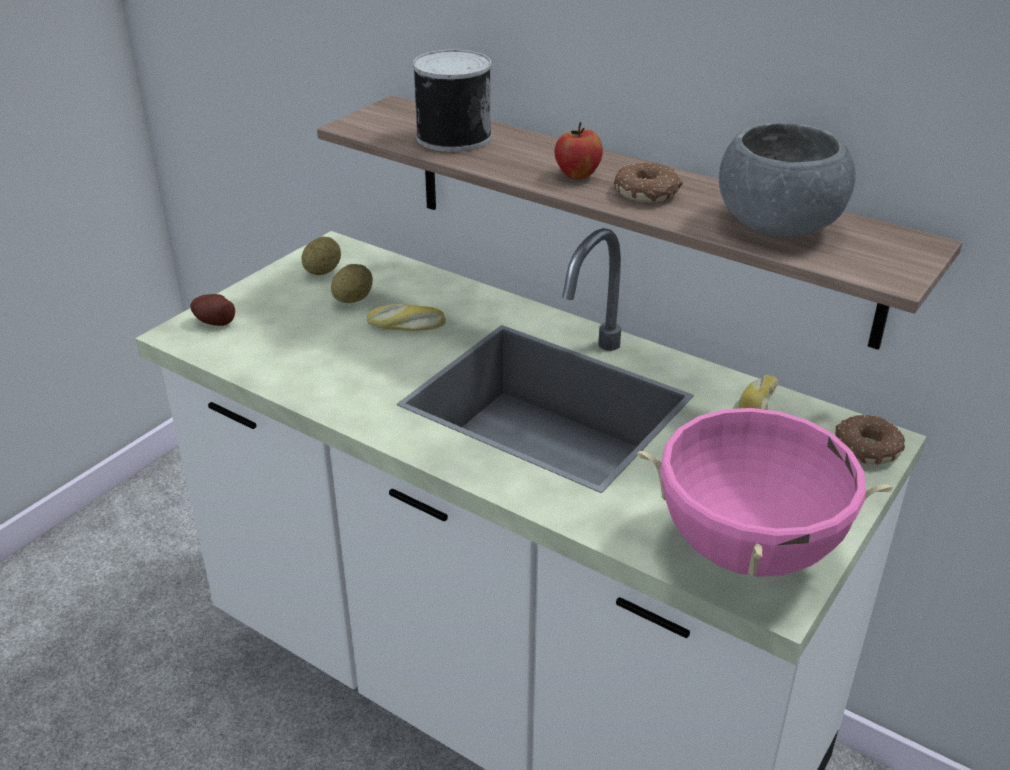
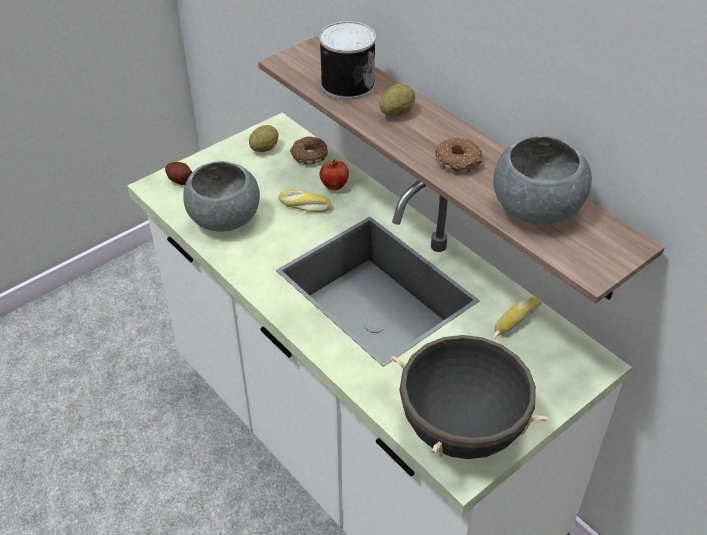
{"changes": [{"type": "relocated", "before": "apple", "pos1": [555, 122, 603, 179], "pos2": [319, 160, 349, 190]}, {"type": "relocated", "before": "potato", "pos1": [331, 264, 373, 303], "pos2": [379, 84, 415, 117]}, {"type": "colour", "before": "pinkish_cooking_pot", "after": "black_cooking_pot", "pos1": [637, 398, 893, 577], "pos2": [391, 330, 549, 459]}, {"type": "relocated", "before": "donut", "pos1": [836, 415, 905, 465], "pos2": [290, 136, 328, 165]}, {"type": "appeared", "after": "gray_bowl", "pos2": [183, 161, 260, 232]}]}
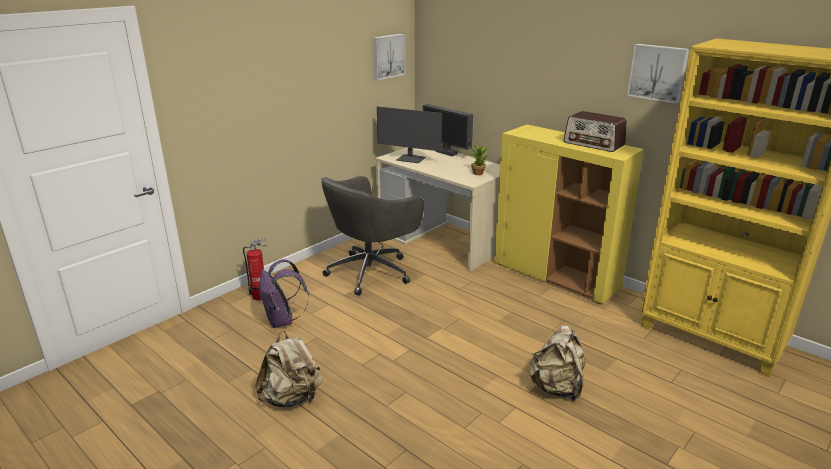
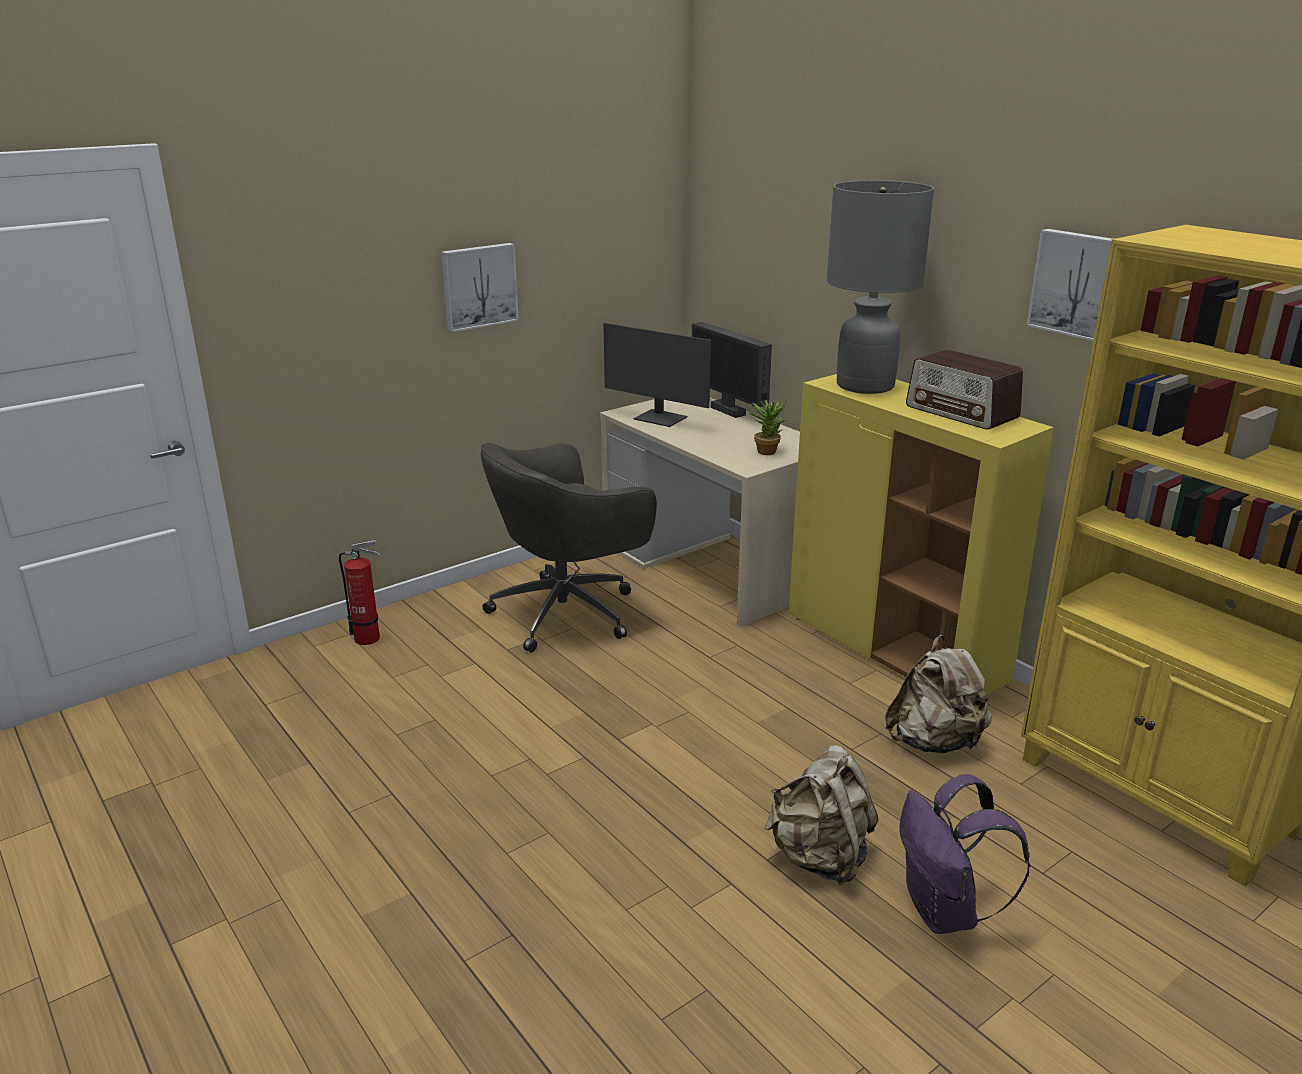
{"changes": [{"type": "relocated", "before": "wall_picture", "pos1": [373, 34, 405, 80], "pos2": [441, 243, 519, 332]}, {"type": "relocated", "before": "purple_backpack", "pos1": [259, 259, 309, 328], "pos2": [899, 774, 1030, 934]}, {"type": "relocated", "before": "beige-coloured_backpack", "pos1": [255, 331, 323, 407], "pos2": [885, 635, 992, 753]}, {"type": "appeared", "after": "gray_table_lamp", "pos2": [827, 180, 934, 394]}]}
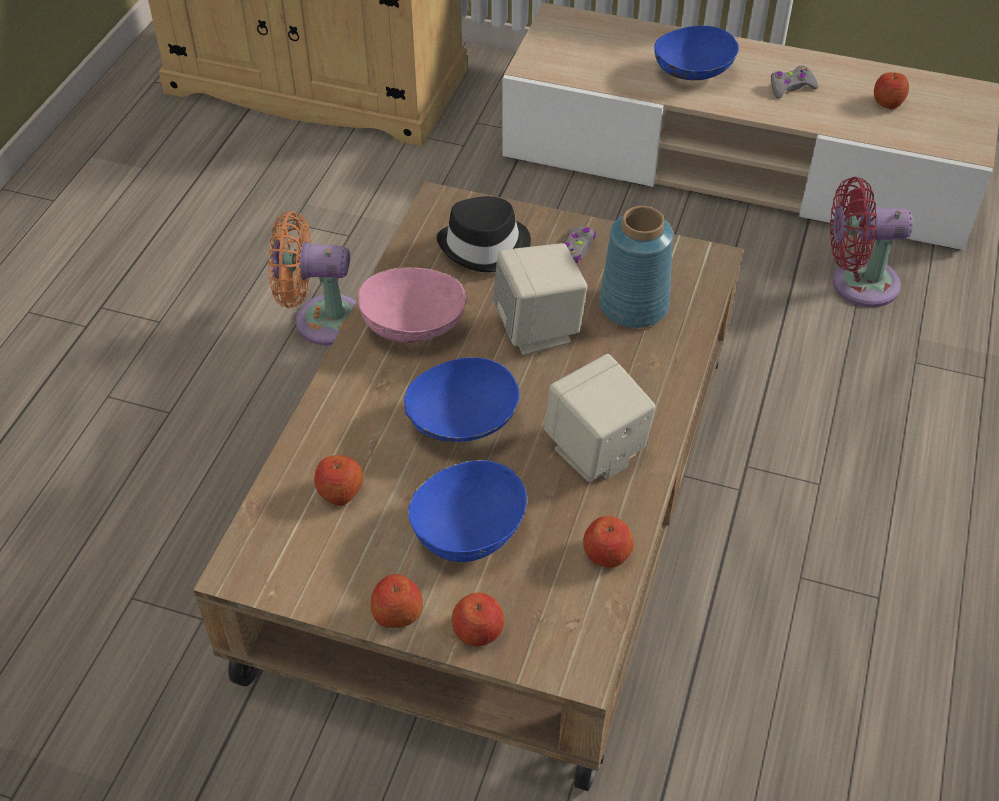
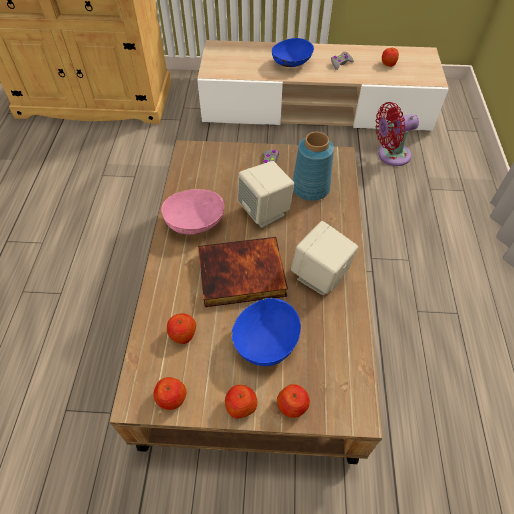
{"changes": [{"type": "missing", "before": "black_clothing_hat", "pos1": [437, 196, 531, 272]}, {"type": "missing", "before": "orange-coloured_electric_fan", "pos1": [269, 211, 356, 346]}, {"type": "exchanged", "before": "blue-coloured_bowl", "after": "volume", "pos1": [404, 358, 520, 442], "pos2": [198, 237, 288, 307]}, {"type": "relocated", "before": "apple", "pos1": [583, 516, 634, 568], "pos2": [153, 377, 187, 410]}]}
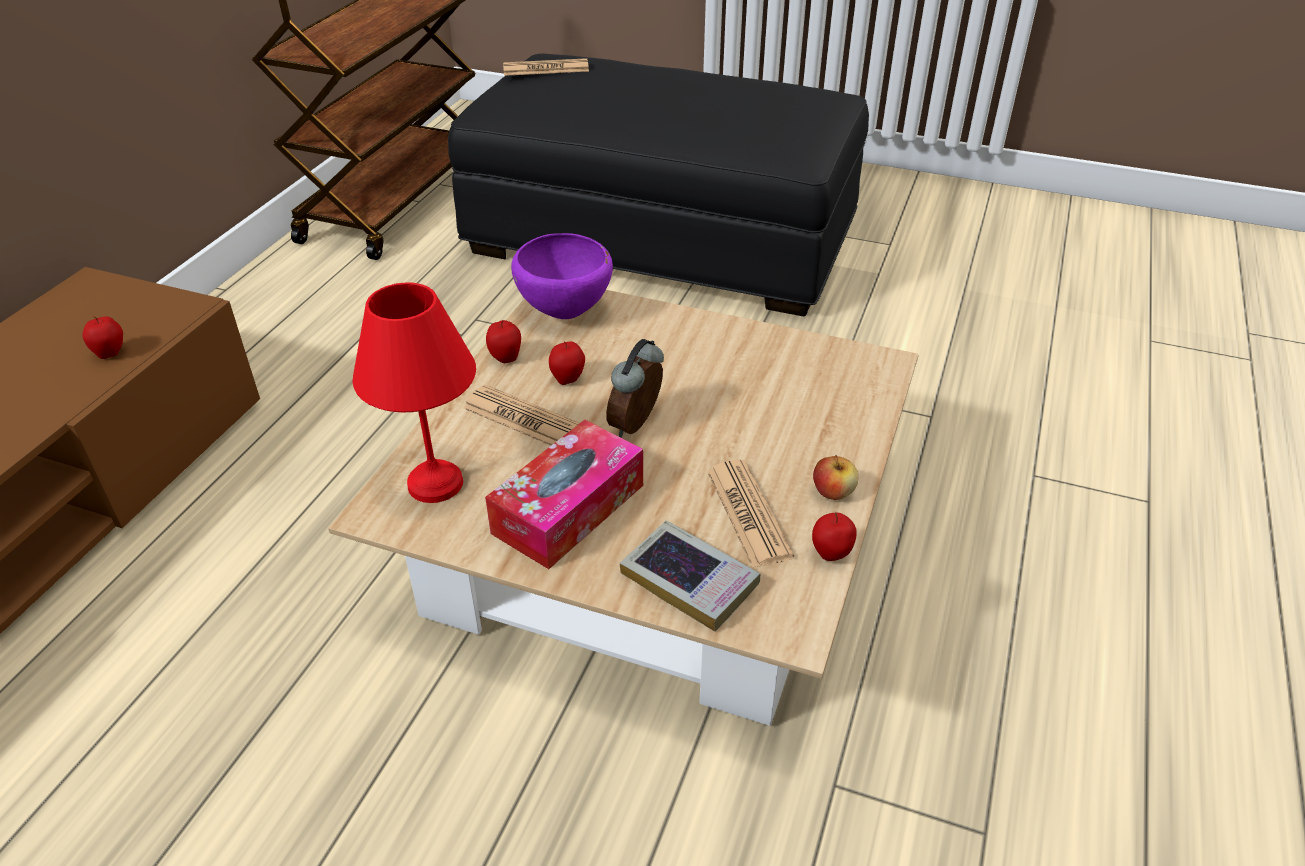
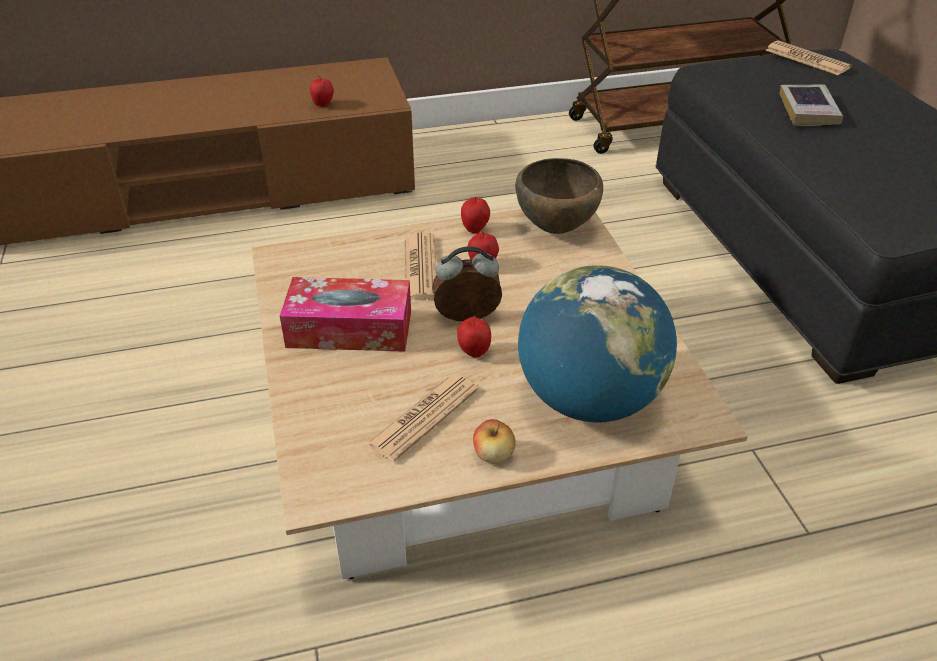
{"changes": [{"type": "colour", "before": "purple_bowl", "after": "brown-coloured_bowl", "pos1": [511, 233, 613, 319], "pos2": [515, 158, 603, 234]}, {"type": "missing", "before": "reddish_table_lamp", "pos1": [353, 283, 476, 503]}, {"type": "relocated", "before": "apple", "pos1": [812, 512, 857, 561], "pos2": [457, 316, 491, 357]}, {"type": "relocated", "before": "volume", "pos1": [620, 520, 760, 632], "pos2": [779, 84, 843, 126]}, {"type": "appeared", "after": "world_globe", "pos2": [518, 265, 677, 423]}]}
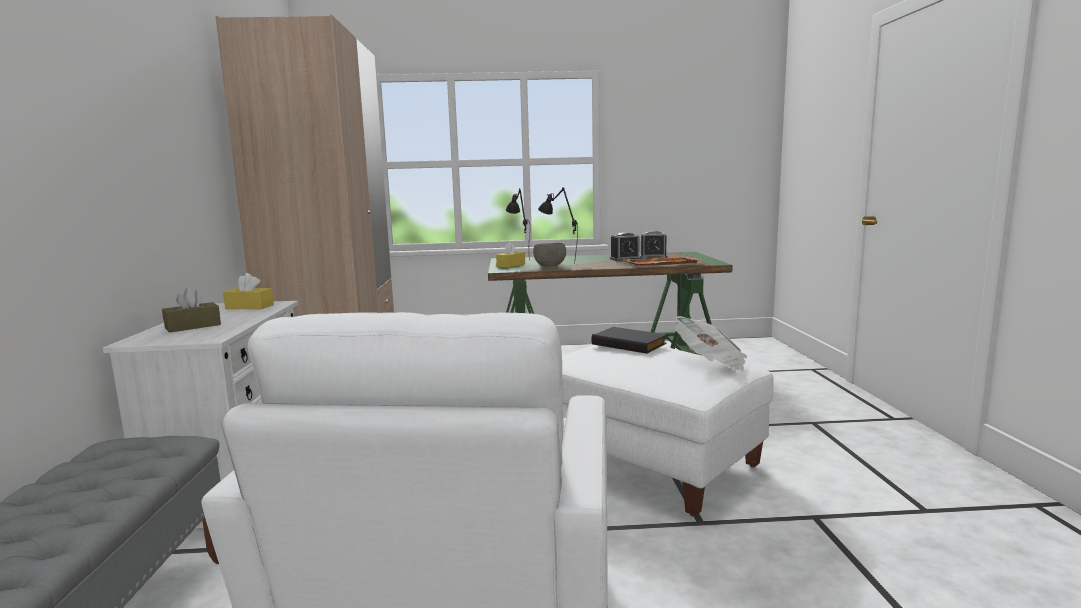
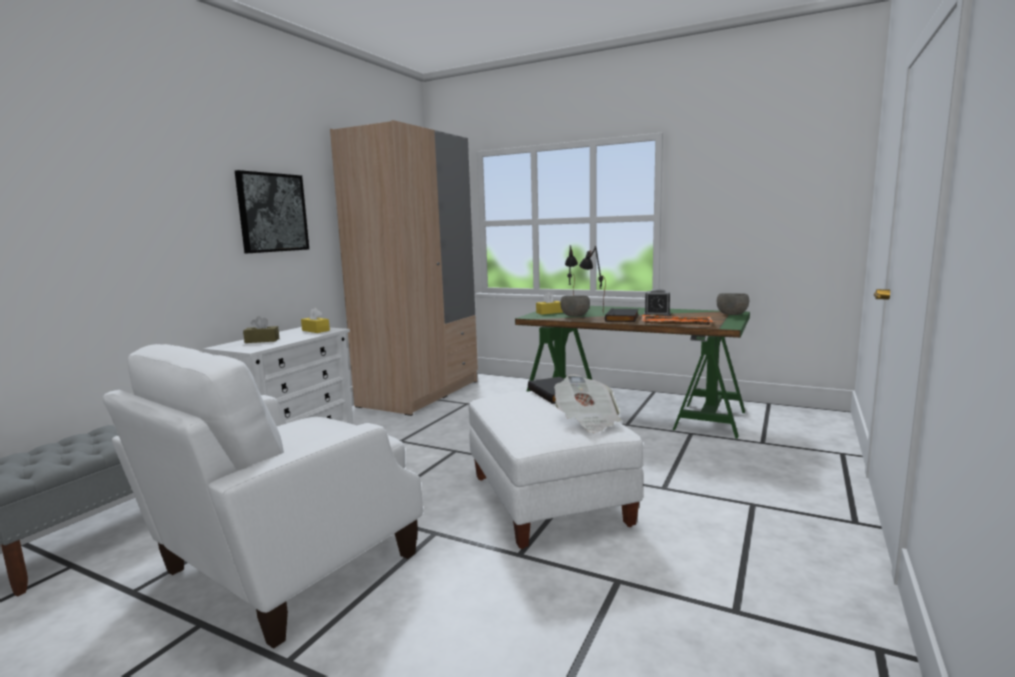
{"changes": [{"type": "missing", "before": "table_clock", "pos1": [640, 231, 667, 258]}, {"type": "appeared", "after": "wall_picture", "pos2": [235, 170, 309, 253]}, {"type": "appeared", "after": "gray_bowl", "pos2": [717, 293, 749, 315]}, {"type": "appeared", "after": "black_volume", "pos2": [605, 308, 639, 322]}]}
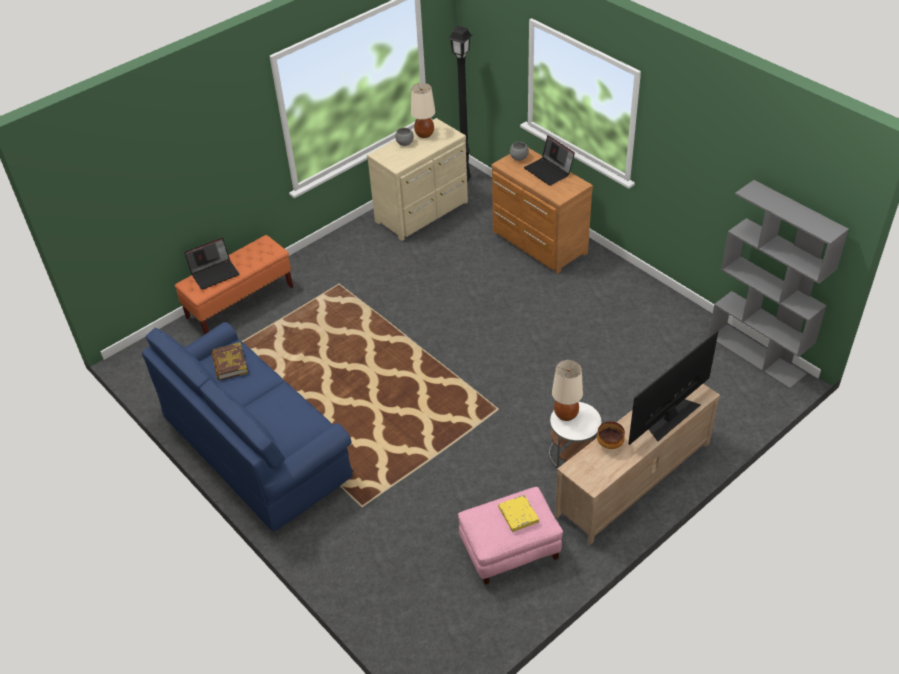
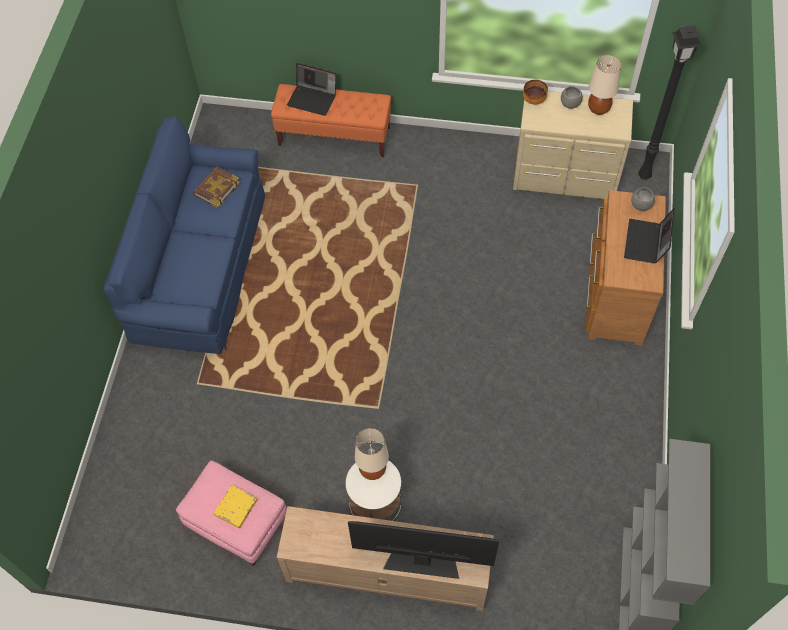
{"changes": [{"type": "relocated", "before": "bowl", "pos1": [597, 421, 625, 449], "pos2": [523, 80, 548, 104]}]}
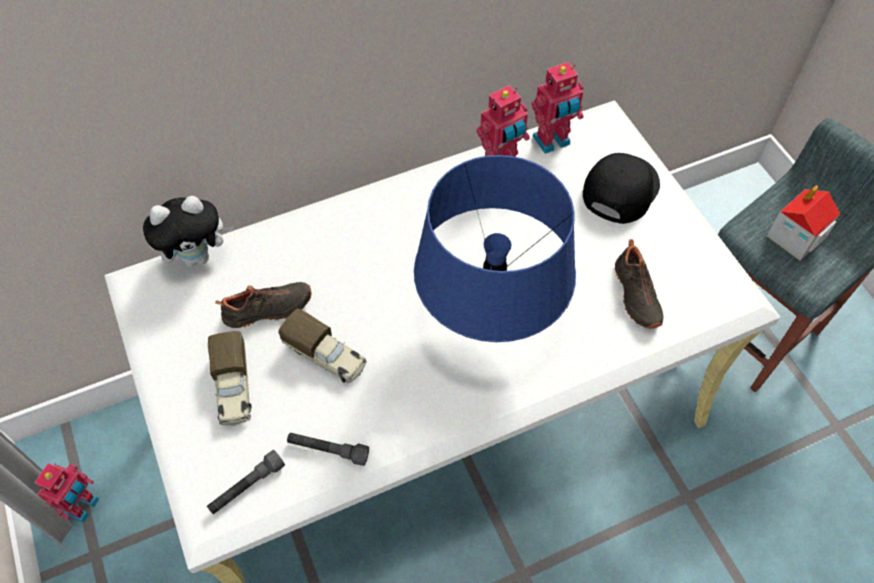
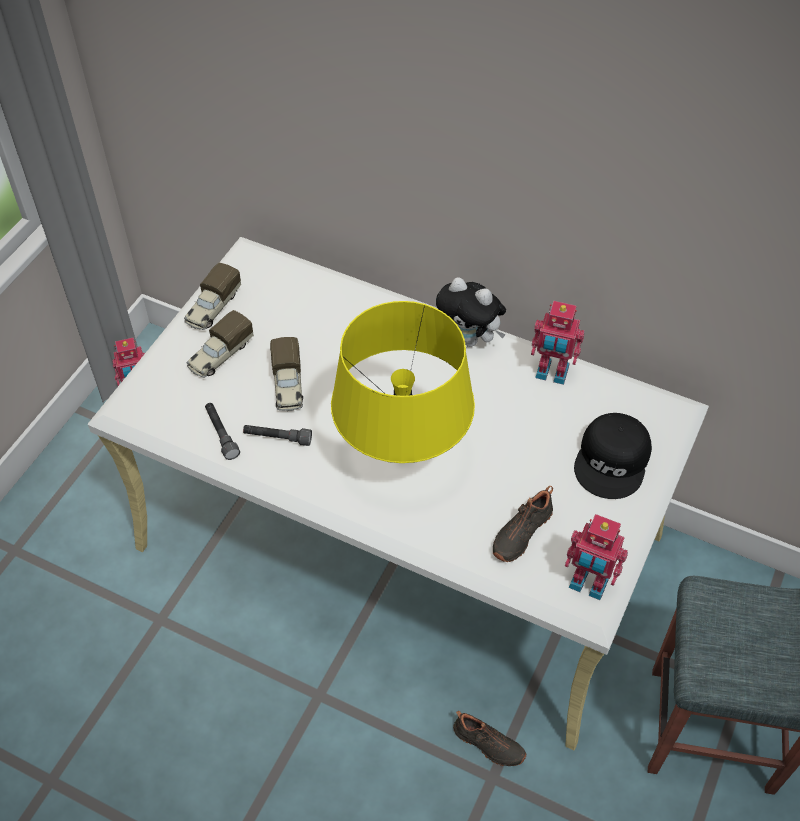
{"changes": [{"type": "relocated", "before": "model_robot", "pos1": [532, 62, 584, 154], "pos2": [565, 514, 628, 600]}, {"type": "spun", "before": "black_baseball_cap", "pos1": [583, 153, 660, 224], "pos2": [574, 413, 652, 499], "turn": 120}, {"type": "colour", "before": "blue-coloured_table_lamp", "after": "yellow_table_lamp", "pos1": [414, 155, 576, 342], "pos2": [331, 301, 475, 463]}, {"type": "missing", "before": "miniature_house", "pos1": [767, 185, 840, 261]}, {"type": "relocated", "before": "cuddly_toy", "pos1": [143, 196, 234, 266], "pos2": [436, 277, 506, 347]}, {"type": "relocated", "before": "black_item_of_footwear", "pos1": [215, 282, 311, 328], "pos2": [453, 711, 526, 766]}, {"type": "relocated", "before": "gray_torch", "pos1": [207, 450, 285, 514], "pos2": [243, 425, 312, 446]}, {"type": "appeared", "after": "toy_lorry", "pos2": [184, 263, 241, 330]}]}
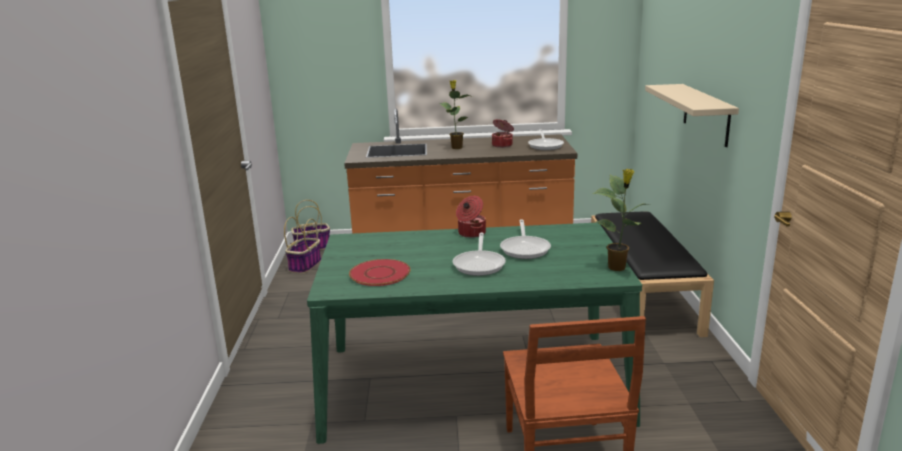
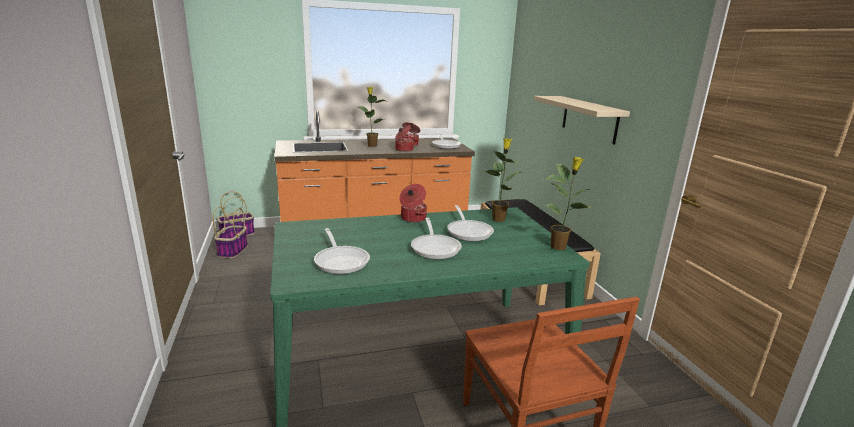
{"changes": [{"type": "exchanged", "before": "reddish_dinner_plate", "after": "skillet", "pos1": [349, 259, 411, 286], "pos2": [314, 228, 370, 274]}, {"type": "appeared", "after": "cooking_pot", "pos2": [395, 125, 414, 152]}, {"type": "appeared", "after": "plant_in_a_pot", "pos2": [483, 138, 521, 222]}]}
